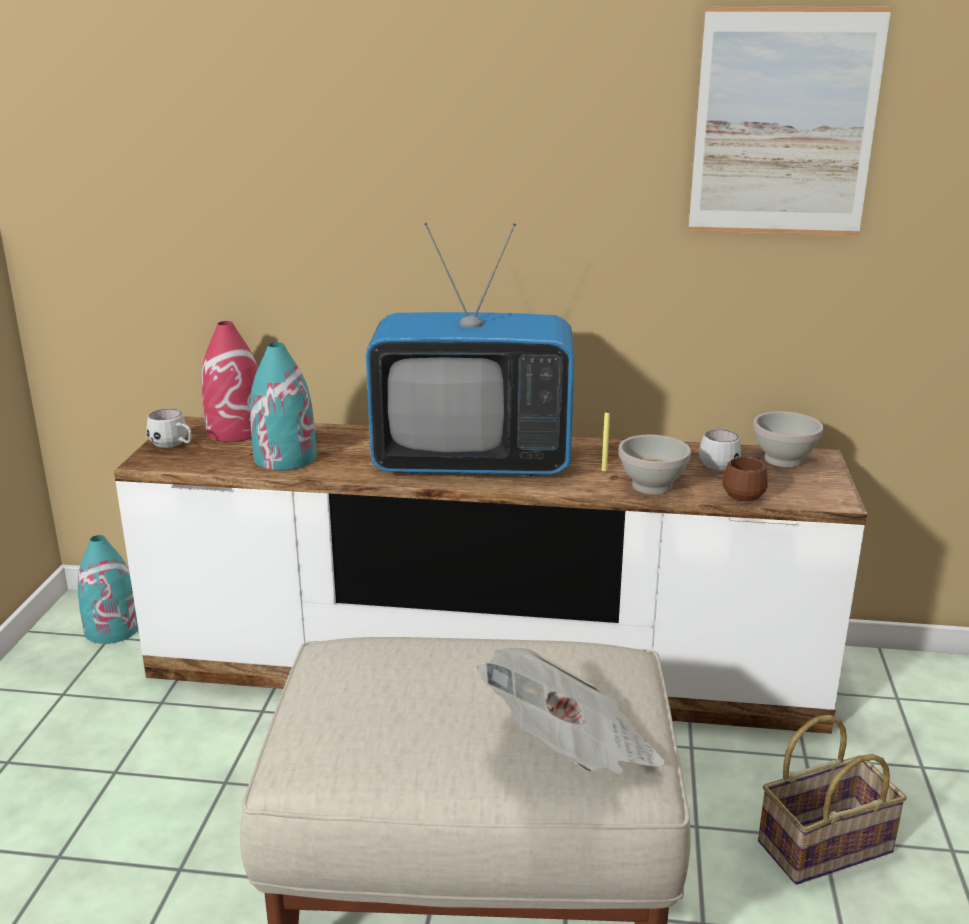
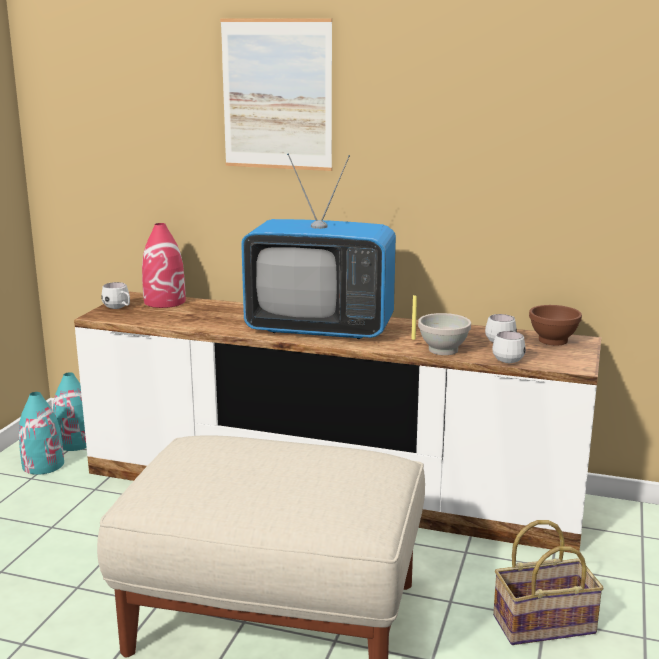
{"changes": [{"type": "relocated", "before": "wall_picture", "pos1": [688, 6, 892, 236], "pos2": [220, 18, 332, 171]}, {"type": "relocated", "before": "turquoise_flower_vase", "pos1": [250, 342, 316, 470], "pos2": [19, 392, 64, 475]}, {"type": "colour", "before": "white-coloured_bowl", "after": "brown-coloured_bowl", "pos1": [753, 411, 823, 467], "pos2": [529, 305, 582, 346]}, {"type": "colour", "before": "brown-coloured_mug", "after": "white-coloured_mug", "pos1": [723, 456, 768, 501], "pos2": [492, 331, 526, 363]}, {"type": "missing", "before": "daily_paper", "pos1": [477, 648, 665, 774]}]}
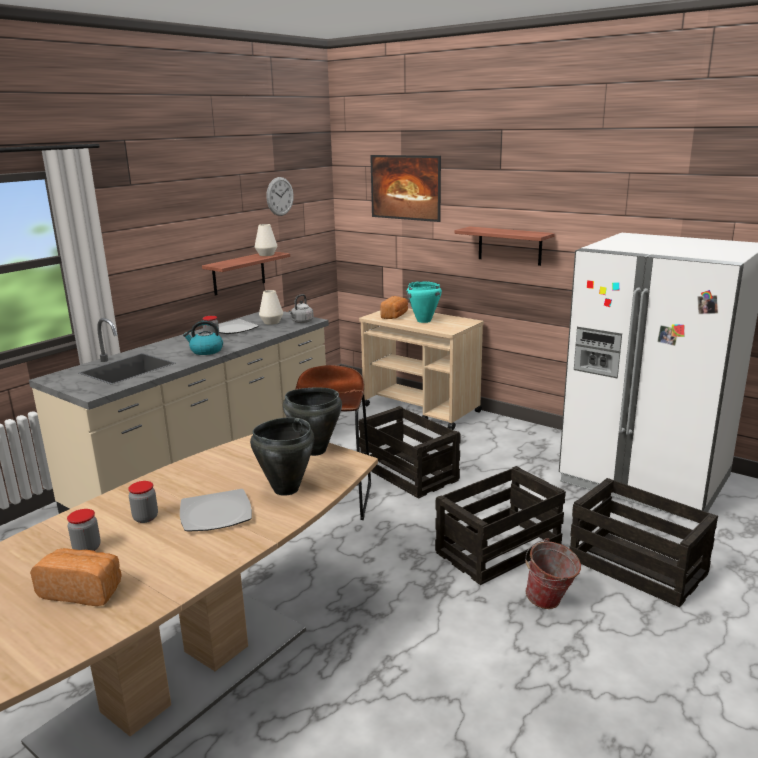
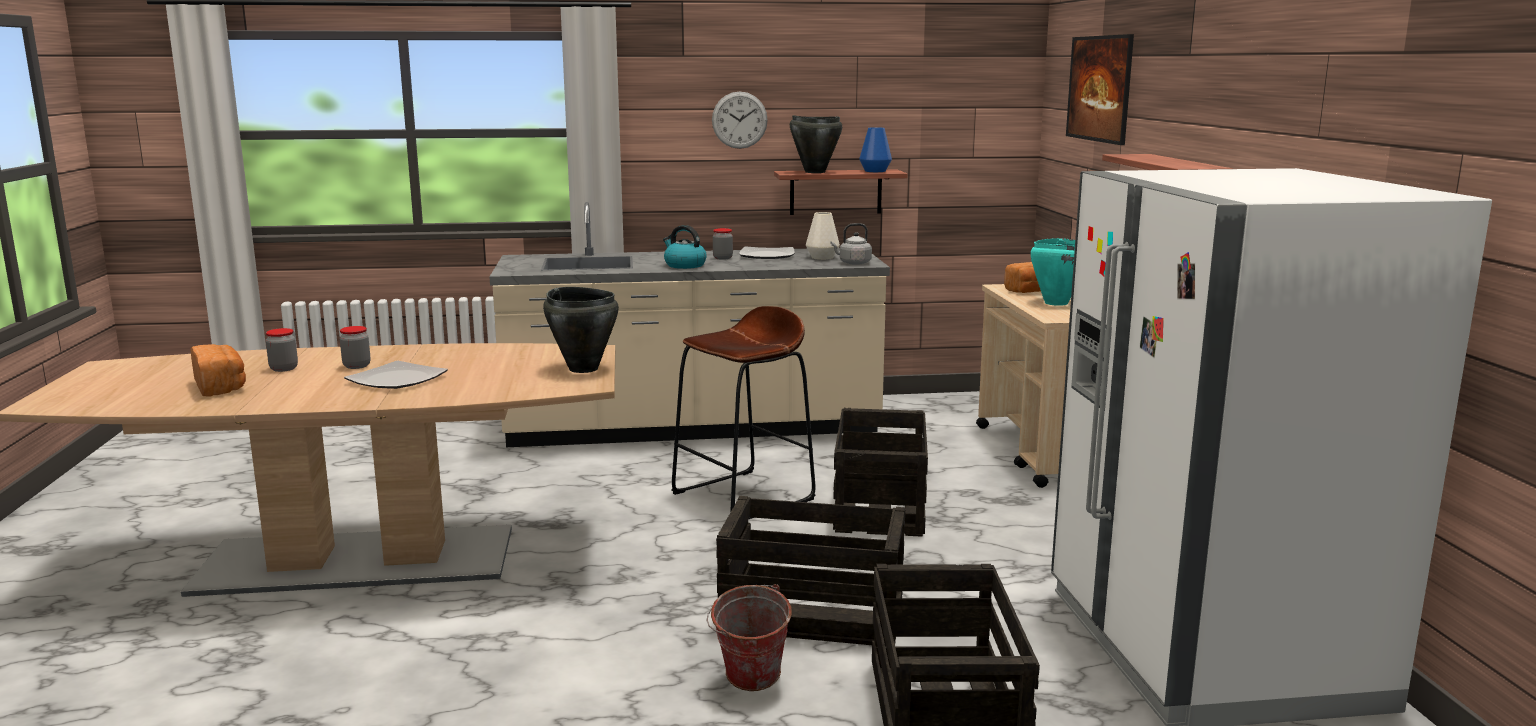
{"changes": [{"type": "relocated", "before": "hanging_clock", "pos1": [266, 177, 294, 216], "pos2": [712, 91, 768, 149]}, {"type": "colour", "before": "white-coloured_flower_vase", "after": "blue-coloured_flower_vase", "pos1": [255, 224, 277, 256], "pos2": [859, 127, 892, 172]}, {"type": "relocated", "before": "black_cooking_pot", "pos1": [250, 417, 314, 496], "pos2": [790, 115, 842, 173]}]}
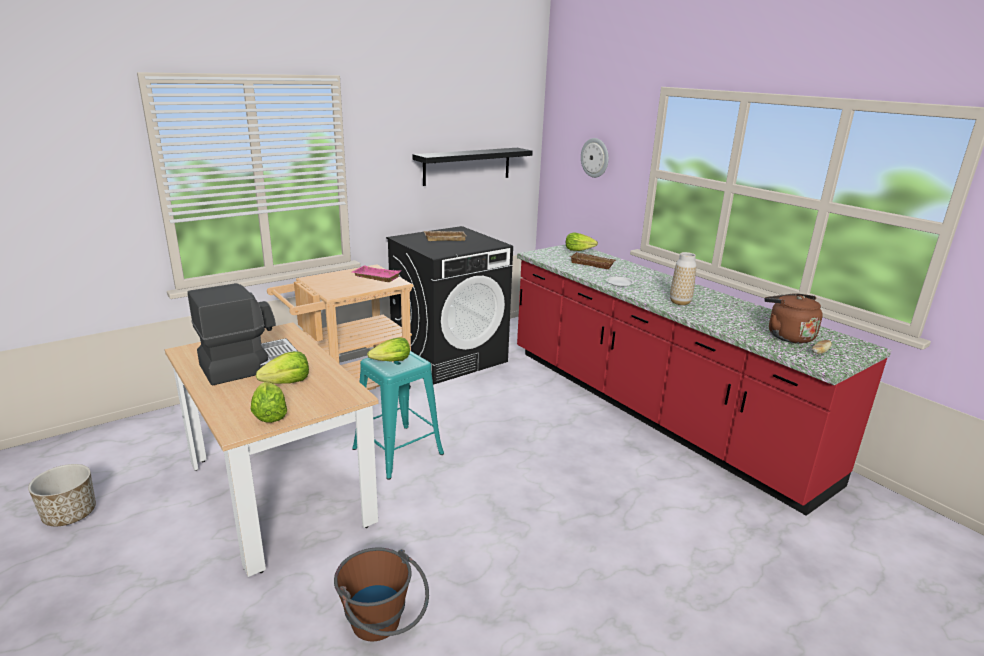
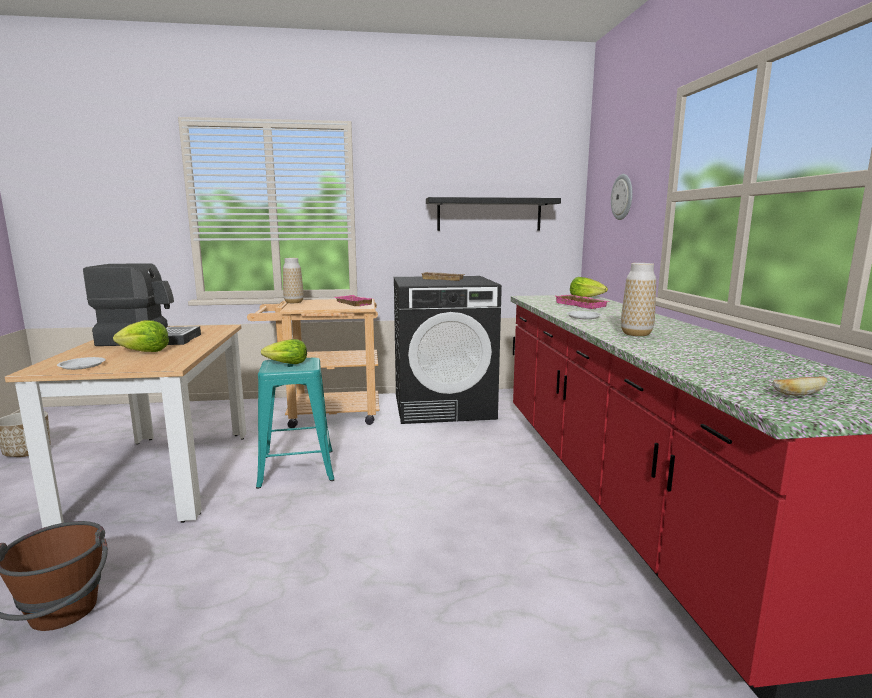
{"changes": [{"type": "colour", "before": "brown-coloured_carrying_tray", "after": "pinkish_carrying_tray", "pos1": [570, 252, 616, 269], "pos2": [554, 295, 611, 309]}, {"type": "missing", "before": "brown-coloured_kettle", "pos1": [764, 293, 823, 343]}, {"type": "exchanged", "before": "head_of_lettuce", "after": "white-coloured_dinner_plate", "pos1": [251, 382, 287, 423], "pos2": [57, 357, 106, 370]}, {"type": "appeared", "after": "flower_vase", "pos2": [283, 258, 304, 303]}]}
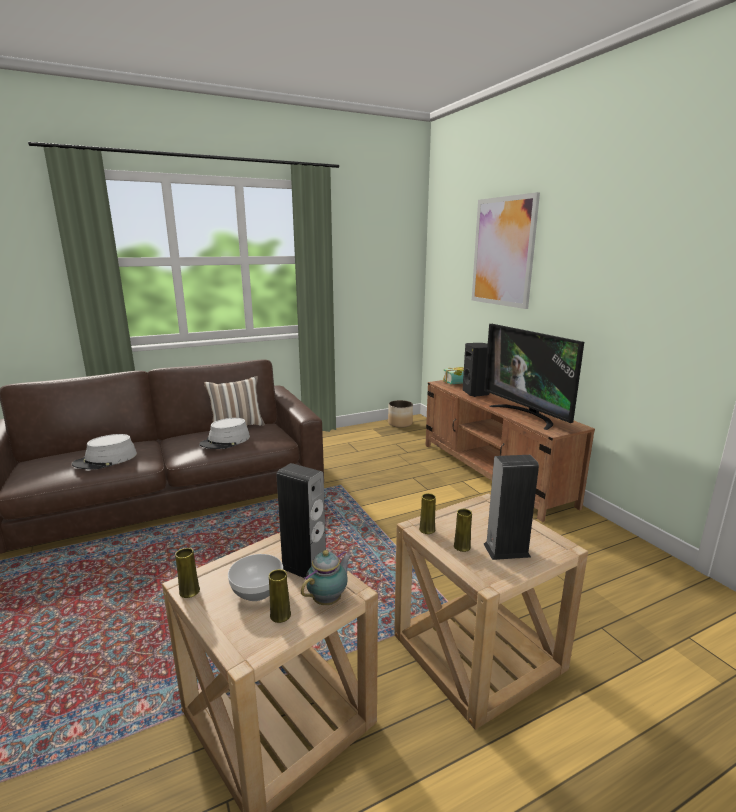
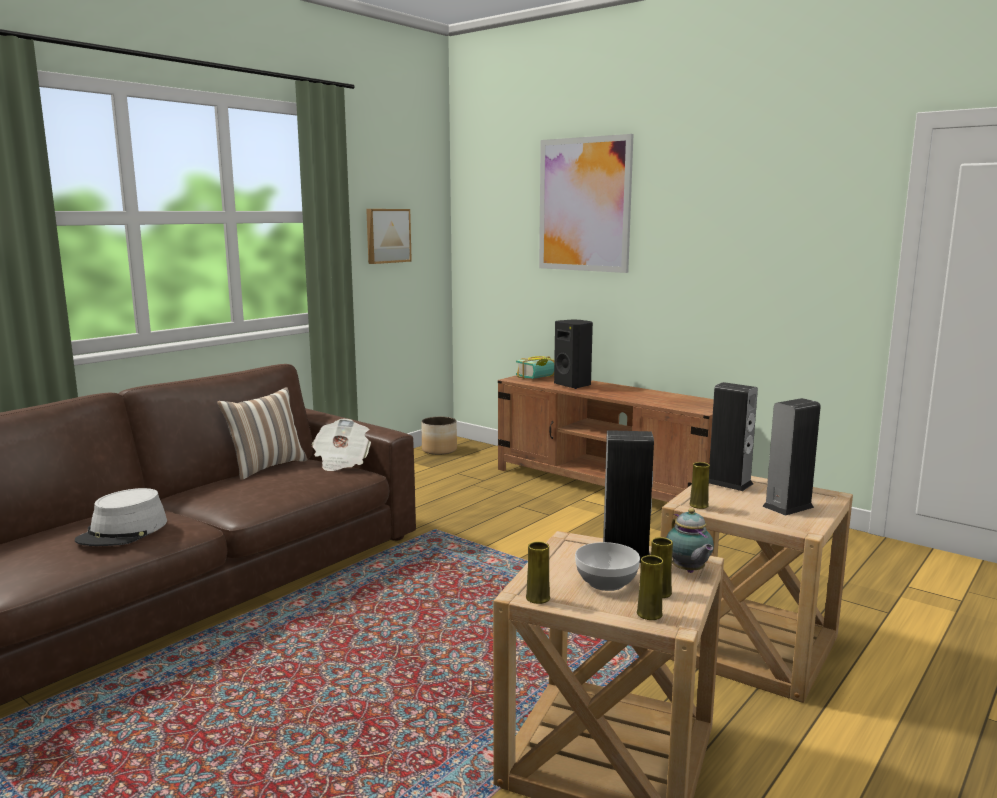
{"changes": [{"type": "missing", "before": "TV_set", "pos1": [484, 324, 584, 430]}, {"type": "missing", "before": "gray_clothing_hat", "pos1": [199, 418, 250, 449]}, {"type": "relocated", "before": "yellow_flower_vase", "pos1": [454, 509, 472, 552], "pos2": [637, 555, 663, 620]}, {"type": "spun", "before": "pot_for_tea", "pos1": [301, 550, 352, 605], "pos2": [666, 508, 714, 573], "turn": 150}, {"type": "appeared", "after": "wall_picture", "pos2": [366, 209, 412, 264]}, {"type": "appeared", "after": "speaker", "pos2": [709, 382, 758, 491]}, {"type": "appeared", "after": "daily_paper", "pos2": [312, 419, 371, 471]}]}
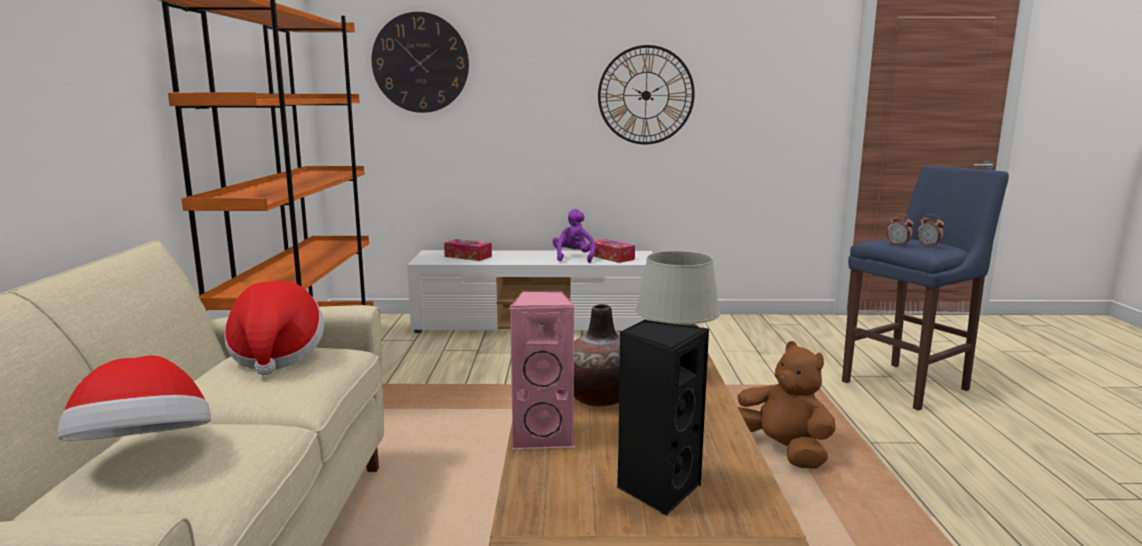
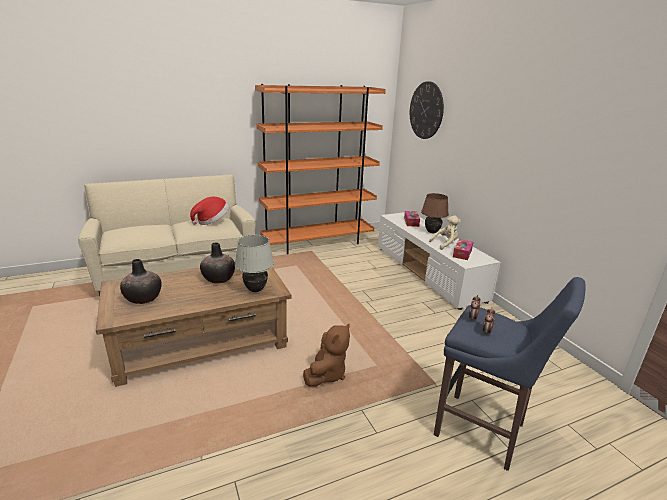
{"changes": [{"type": "missing", "before": "hanging_clock", "pos1": [598, 45, 695, 144]}, {"type": "colour", "before": "purple_cuddly_toy", "after": "beige-coloured_cuddly_toy", "pos1": [552, 209, 595, 263], "pos2": [429, 216, 460, 250]}, {"type": "missing", "before": "pinkish_speaker", "pos1": [509, 290, 575, 449]}, {"type": "exchanged", "before": "black_speaker", "after": "flower_vase", "pos1": [616, 319, 709, 516], "pos2": [120, 259, 162, 304]}, {"type": "missing", "before": "clothing_hat", "pos1": [58, 355, 211, 441]}, {"type": "appeared", "after": "brown-coloured_table_lamp", "pos2": [421, 193, 449, 233]}]}
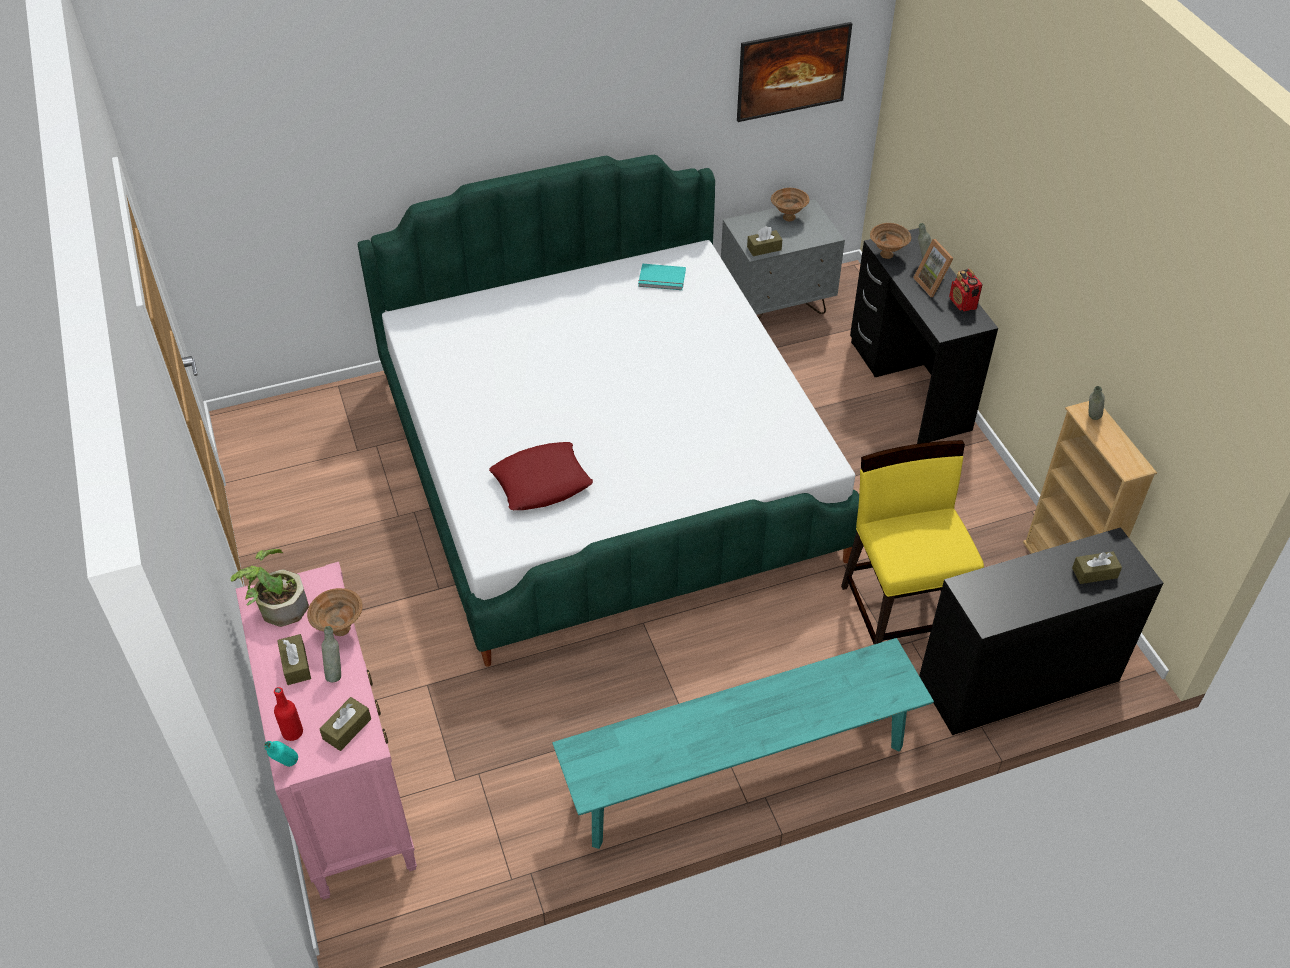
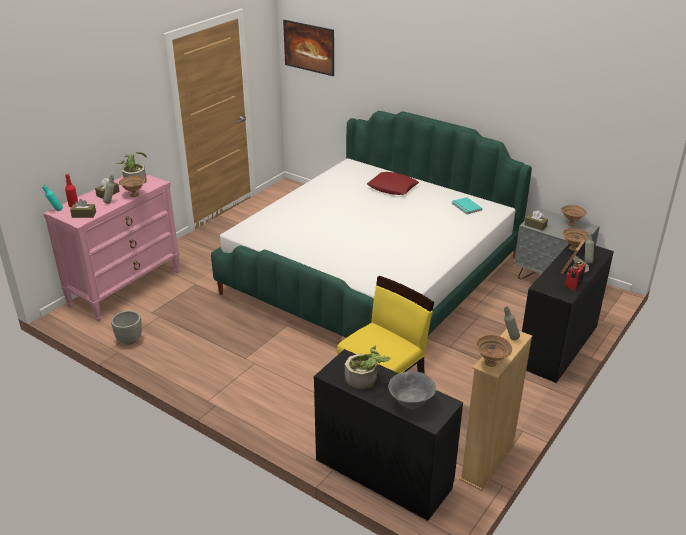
{"changes": [{"type": "relocated", "before": "wall_picture", "pos1": [737, 22, 852, 122], "pos2": [283, 20, 334, 76]}, {"type": "relocated", "before": "reddish_pillow", "pos1": [489, 442, 593, 510], "pos2": [367, 172, 419, 195]}, {"type": "exchanged", "before": "brown-coloured_box_of_tissues", "after": "gray_bowl", "pos1": [1072, 551, 1122, 584], "pos2": [388, 371, 436, 409]}, {"type": "missing", "before": "turquoise_long_seat", "pos1": [552, 638, 934, 849]}, {"type": "appeared", "after": "gray_planter", "pos2": [111, 311, 142, 345]}, {"type": "appeared", "after": "brown-coloured_bowl", "pos2": [475, 335, 512, 367]}, {"type": "appeared", "after": "plant_in_a_pot", "pos2": [345, 345, 391, 389]}]}
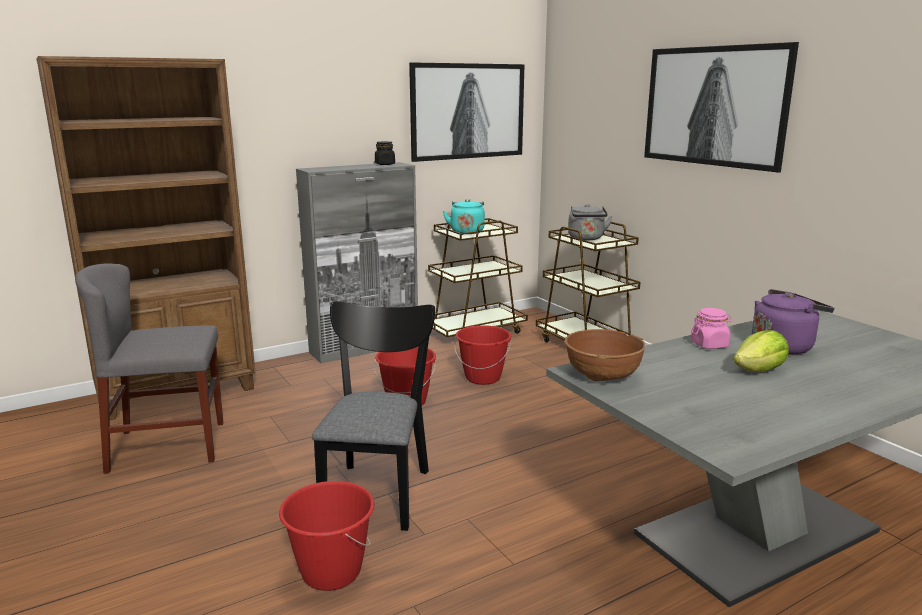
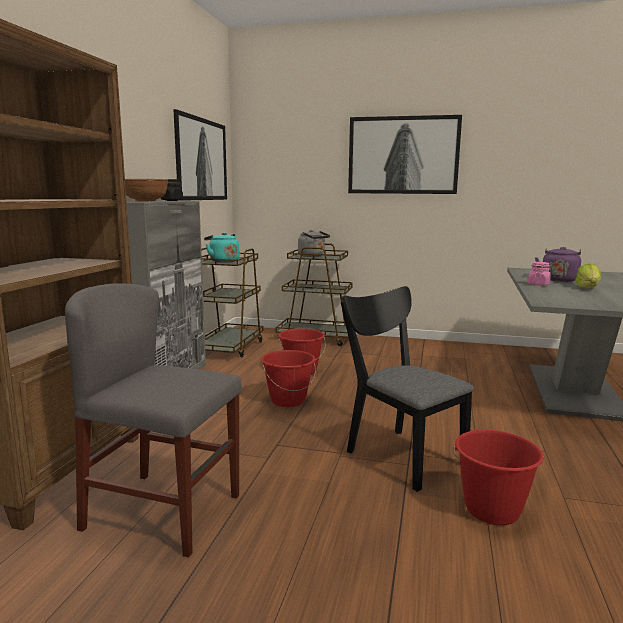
{"changes": [{"type": "spun", "before": "gray_plain_chair", "pos1": [75, 264, 223, 474], "pos2": [65, 284, 242, 558], "turn": 75}, {"type": "relocated", "before": "brown-coloured_bowl", "pos1": [565, 329, 645, 381], "pos2": [125, 179, 168, 202]}]}
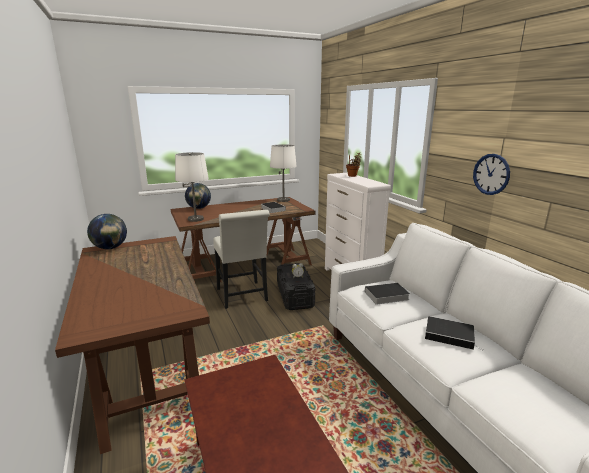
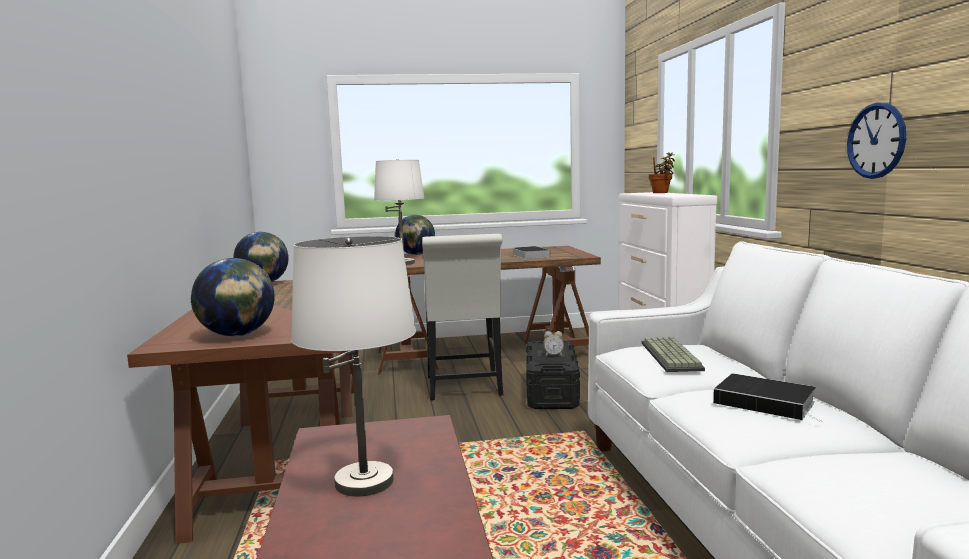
{"changes": [{"type": "relocated", "before": "white-coloured_table_lamp", "pos1": [270, 144, 297, 202], "pos2": [291, 236, 416, 497]}, {"type": "exchanged", "before": "volume", "after": "computer_keyboard", "pos1": [364, 283, 410, 305], "pos2": [642, 337, 705, 372]}, {"type": "appeared", "after": "world_globe", "pos2": [191, 258, 275, 336]}]}
